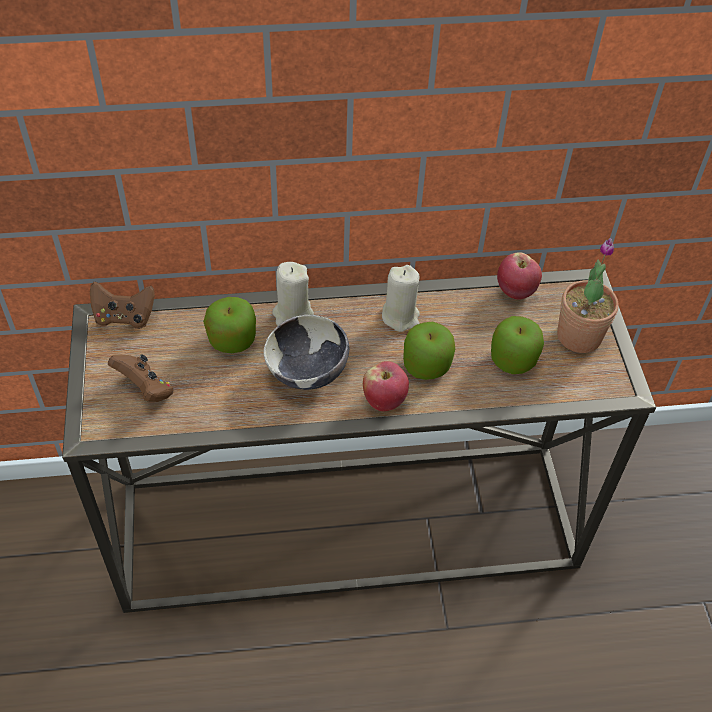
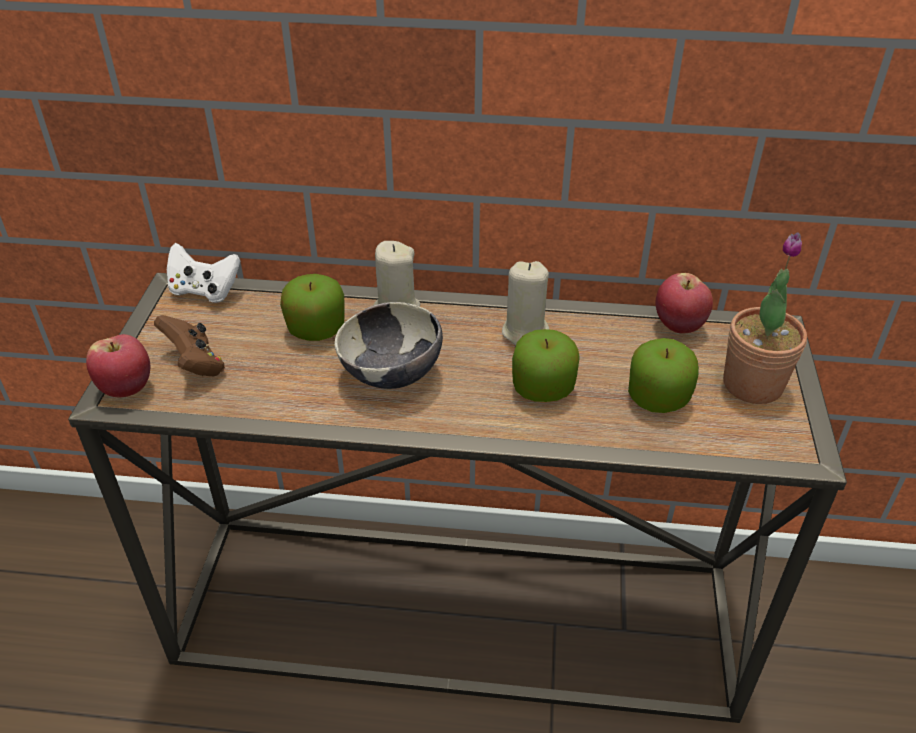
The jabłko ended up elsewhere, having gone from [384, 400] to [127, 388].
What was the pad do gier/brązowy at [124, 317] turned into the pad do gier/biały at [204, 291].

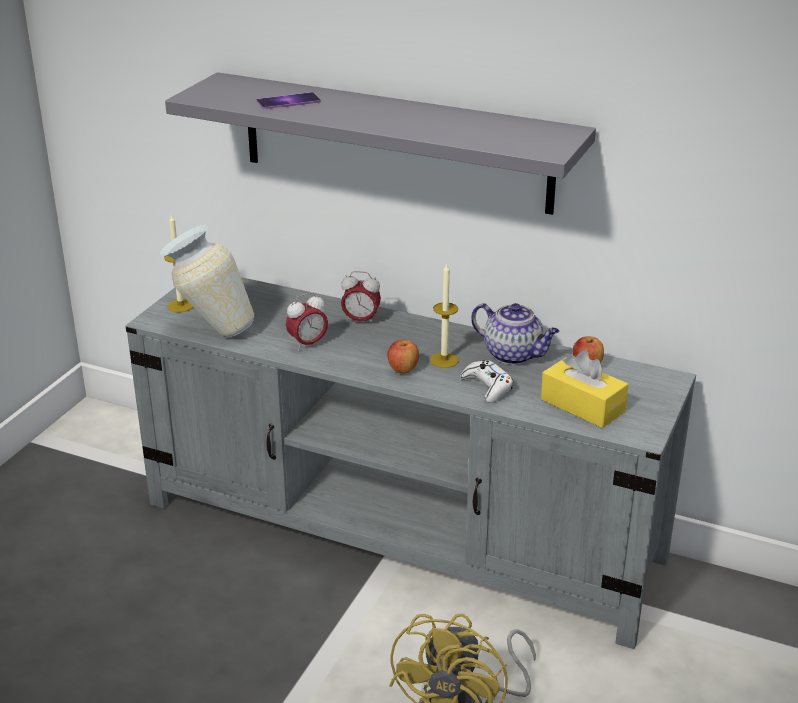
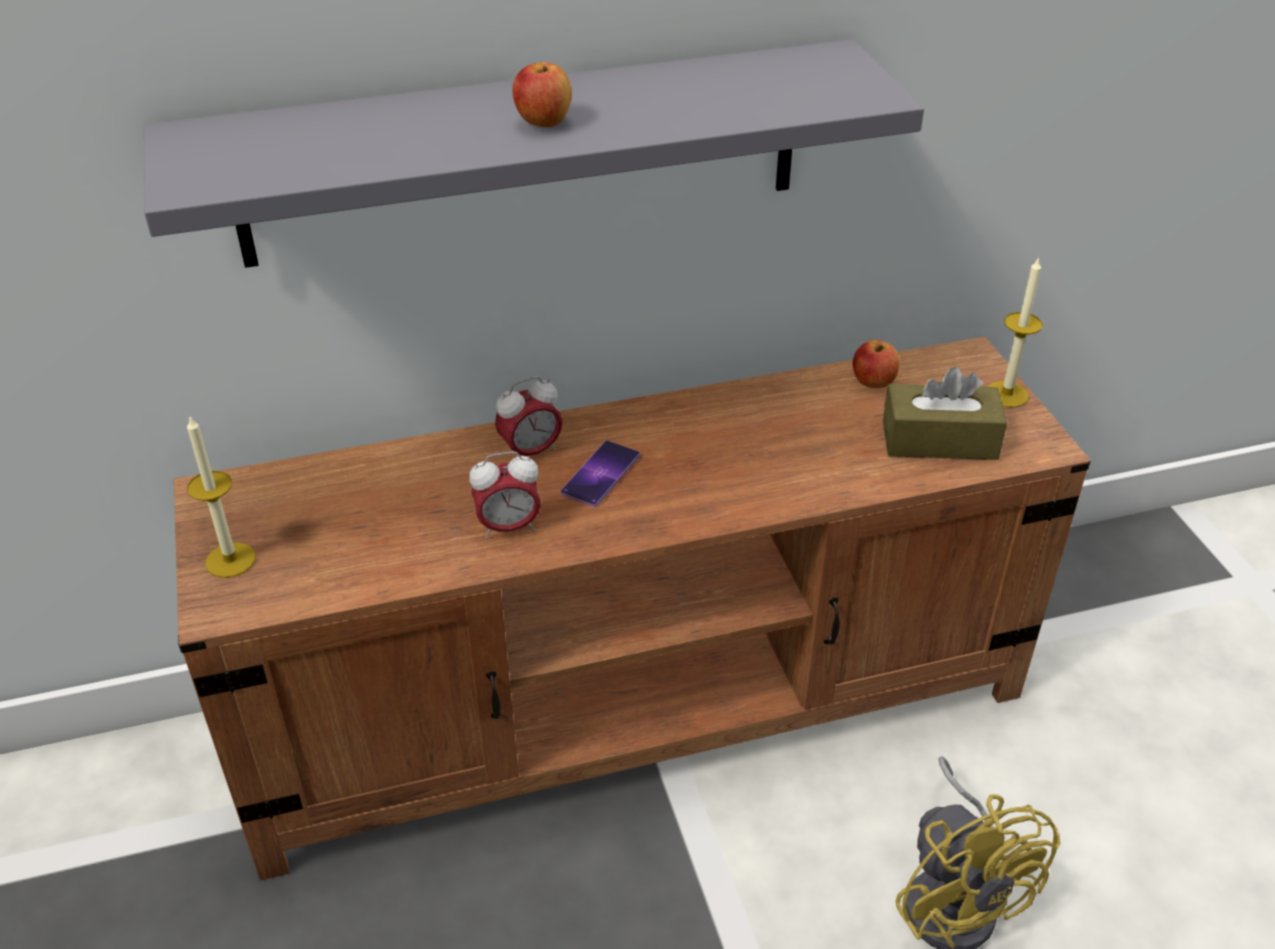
What was the szafka pod telewizor/szary at [402, 532] turned into the szafka pod telewizor/brązowy at [639, 706].
The budzik at [307, 344] ended up facing another way, 60 degrees clockwise from before.
The jabłko ended up elsewhere, having gone from [403, 370] to [543, 122].
The telefon ended up elsewhere, having gone from [288, 101] to [600, 474].
What was the pudełko chusteczek/żółty at [582, 405] turned into the pudełko chusteczek/brązowy at [939, 440].
The świeca ended up elsewhere, having gone from [444, 360] to [1006, 394].
The second view lost the wazon at [210, 330].
The second view lost the pad do gier/biały at [487, 387].
The second view lost the imbryk at [514, 355].

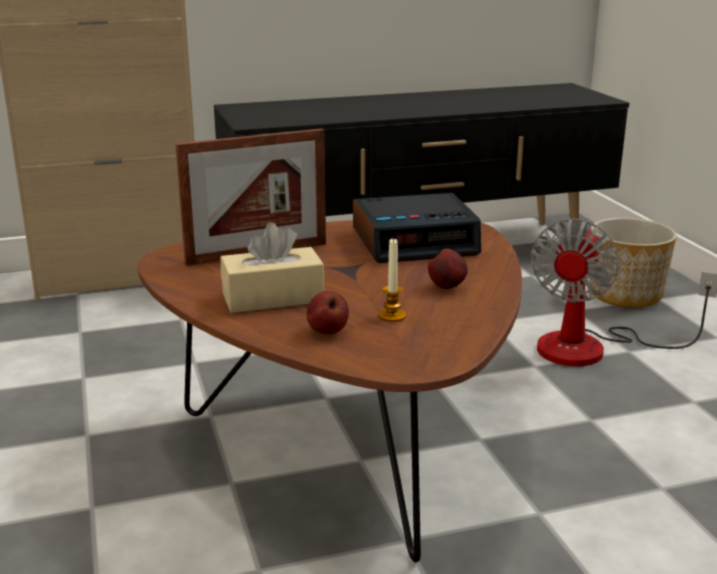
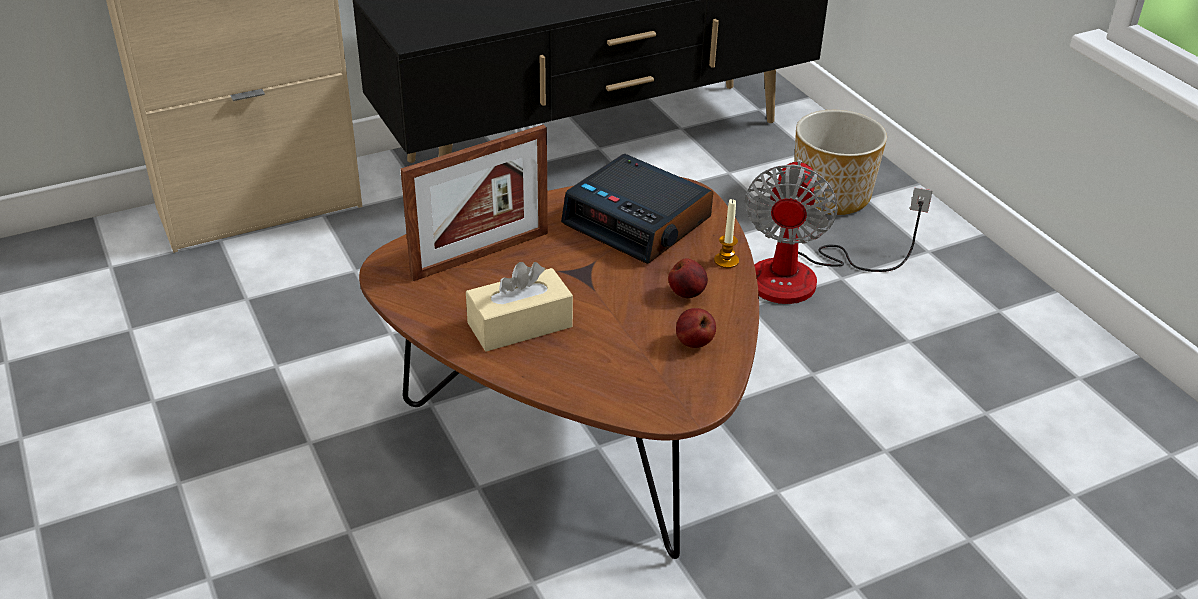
The budzik at [415, 241] ended up facing another way, 60 degrees clockwise from before.
The jabłko ended up elsewhere, having gone from [327, 332] to [693, 343].
The świeca ended up elsewhere, having gone from [392, 316] to [726, 261].

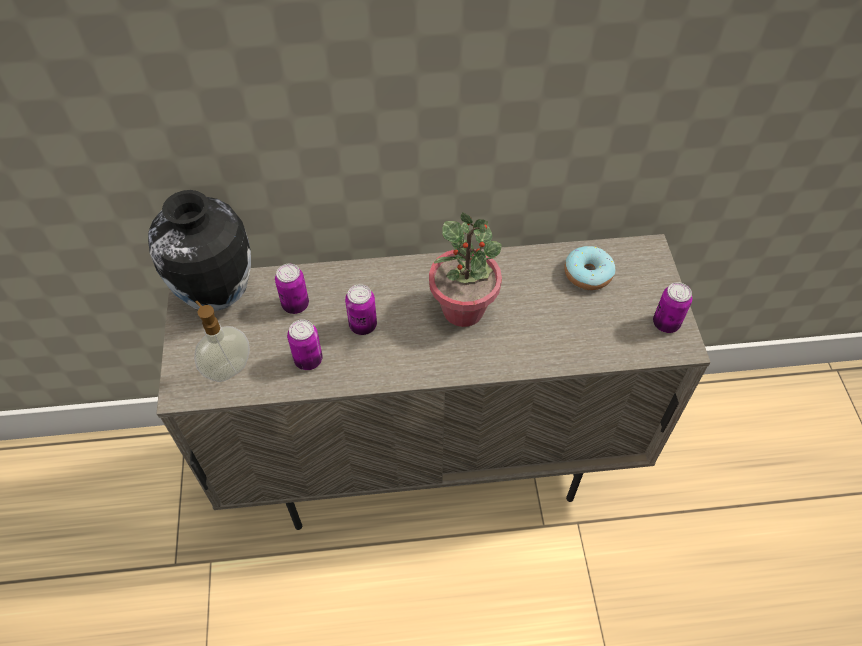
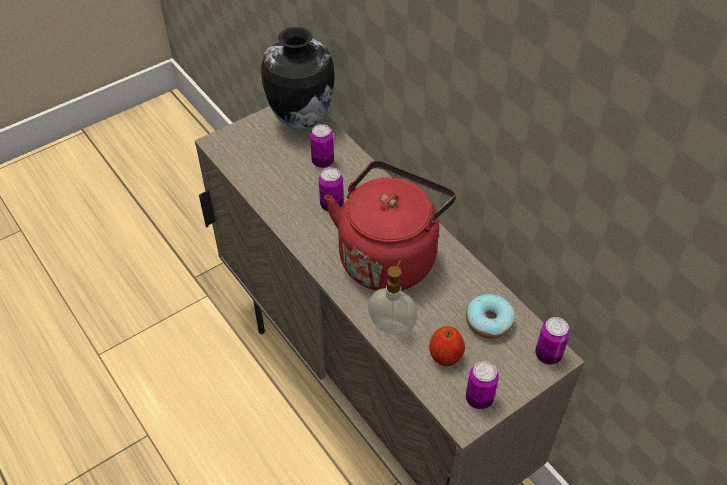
Where the roślina doniczkowa stood at [463, 309], the czajnik/czerwony came to stand at [389, 255].
The dozownik mydła ended up elsewhere, having gone from [228, 368] to [392, 326].
The second view gained the jabłko at [445, 356].
The puszka ended up elsewhere, having gone from [308, 360] to [548, 355].

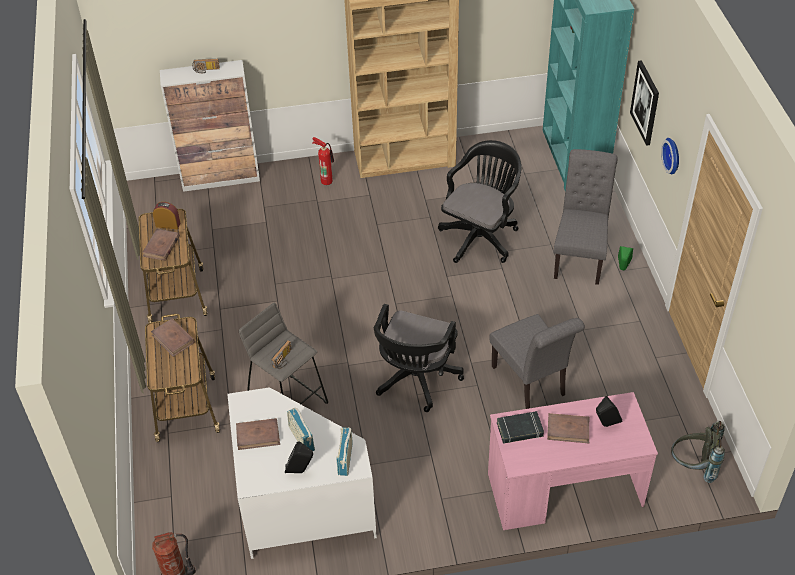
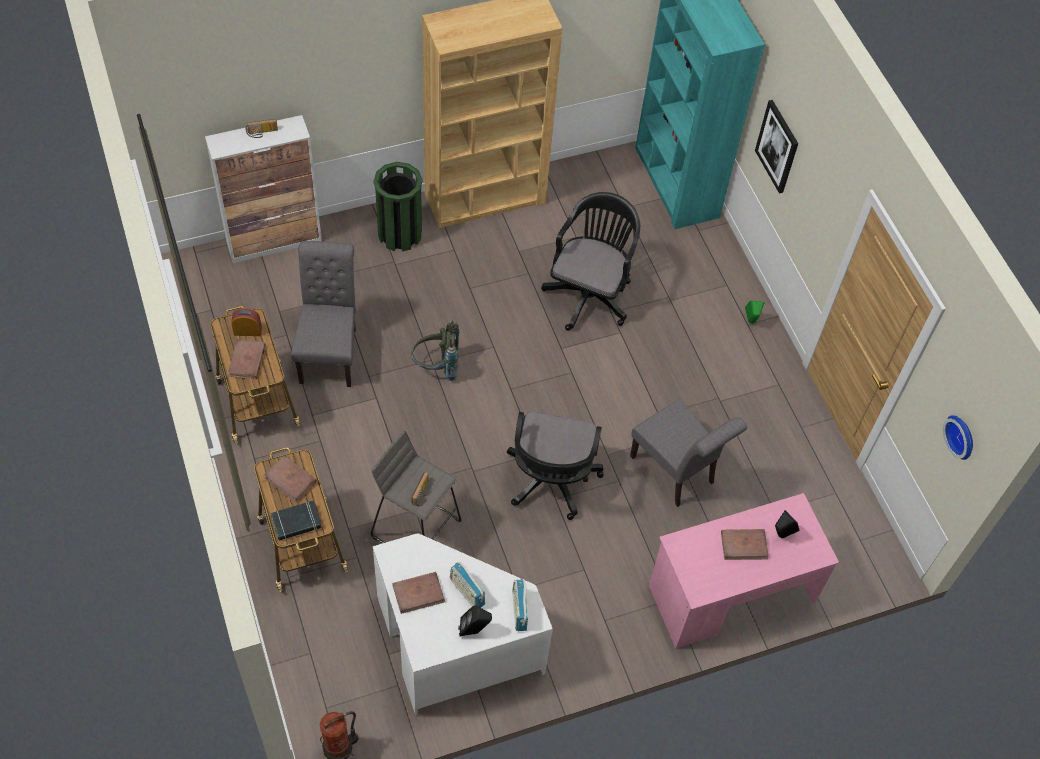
The książka/czarny ended up elsewhere, having gone from [520, 430] to [296, 522].
The krzesło/szary ended up elsewhere, having gone from [580, 256] to [330, 351].
Where the gaśnica stood at [326, 180], the kosz na śmieci/zielony came to stand at [400, 234].
The plecak/szary ended up elsewhere, having gone from [693, 467] to [436, 366].
The zegar ścienny ended up elsewhere, having gone from [673, 155] to [962, 436].

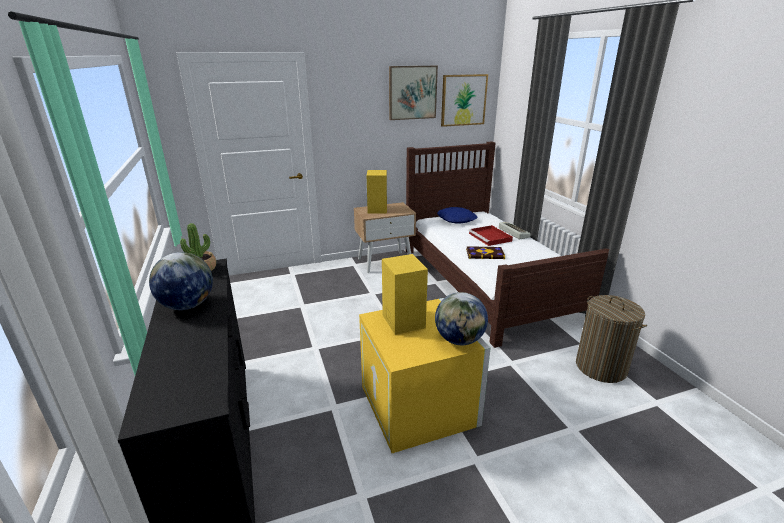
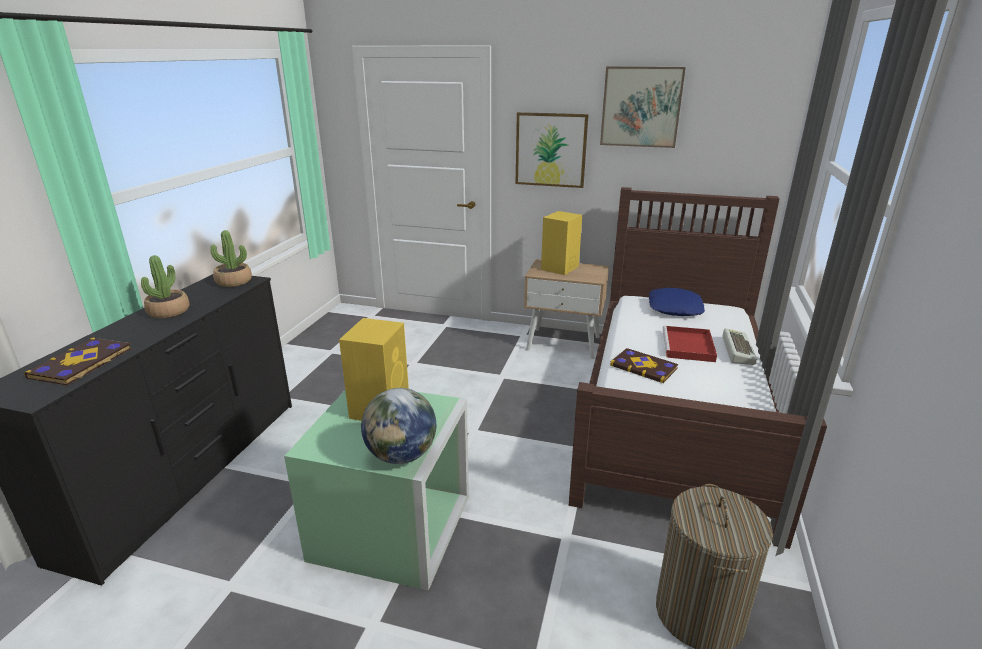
The second view gained the książka at [82, 363].
Where the globus stood at [187, 305], the roślina doniczkowa came to stand at [169, 311].
What was the pojemnik do przechowywania/żółty at [420, 406] turned into the pojemnik do przechowywania/zielony at [393, 528].
The obraz ended up elsewhere, having gone from [463, 100] to [551, 150].

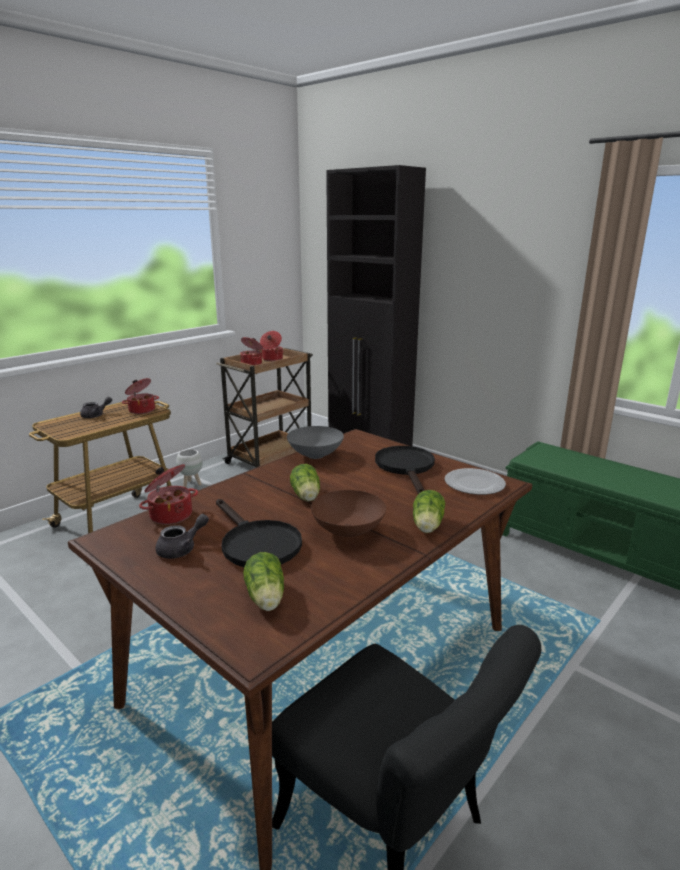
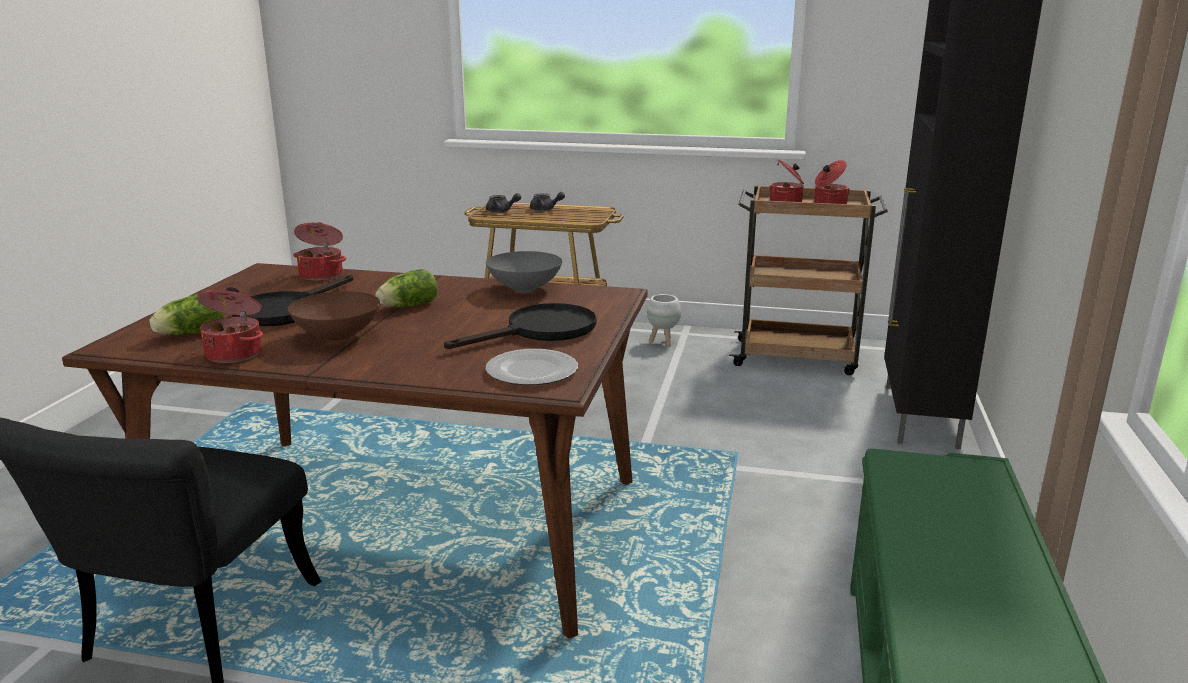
The garnek ended up elsewhere, having gone from [142, 410] to [235, 353].
The imbryk/szary ended up elsewhere, having gone from [182, 549] to [501, 211].
The second view lost the sałata at [427, 526].

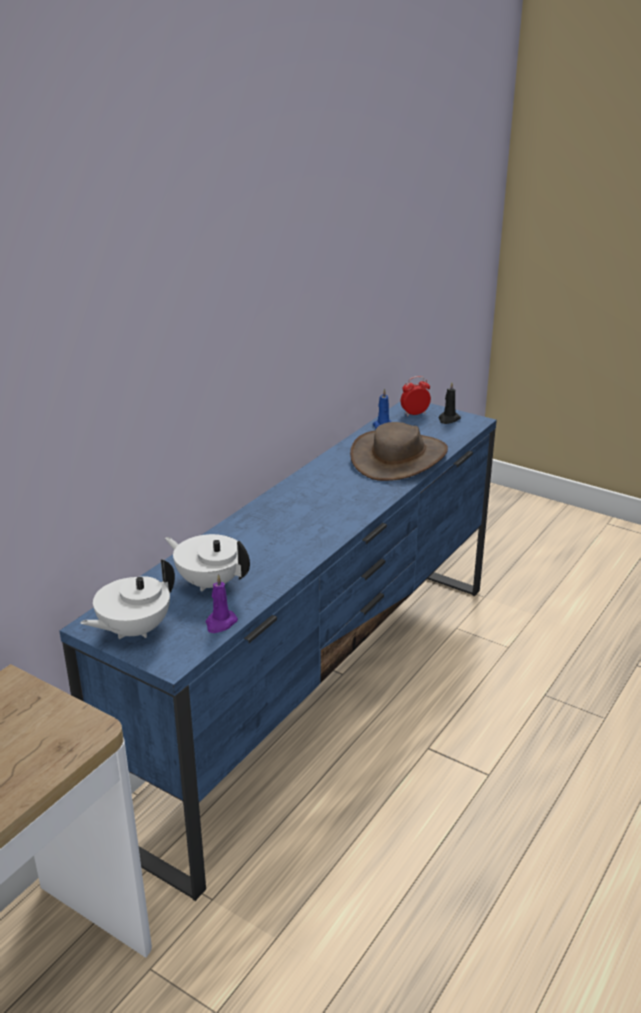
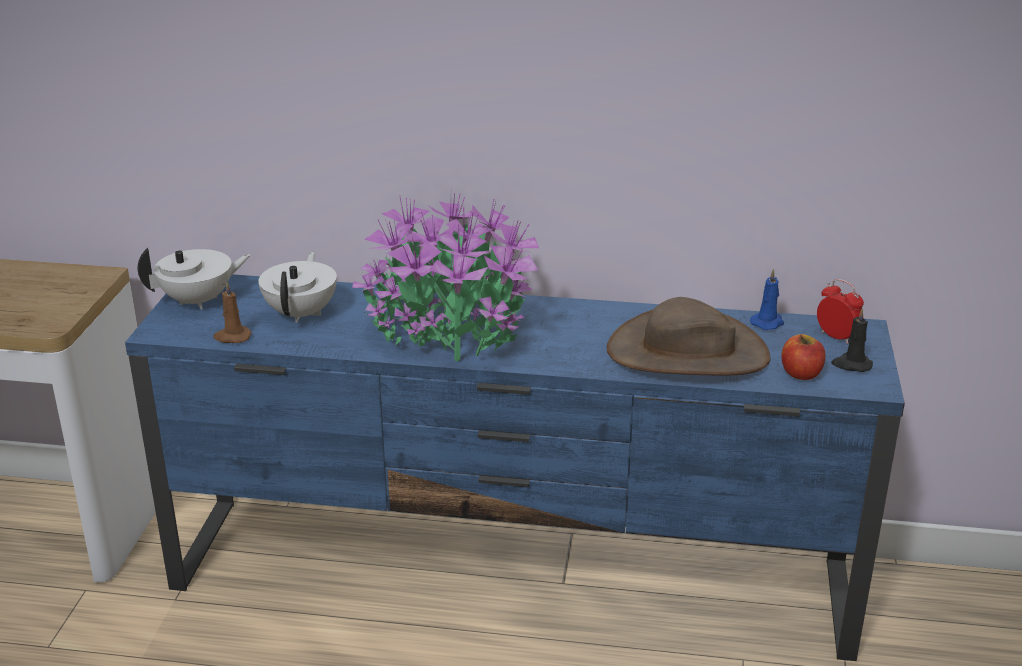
The imbryk/biały at [133, 630] ended up facing another way, 135 degrees clockwise from before.
What was the świeca/fioletowy at [220, 623] turned into the świeca/brązowy at [232, 337].
The second view gained the roślina doniczkowa at [450, 330].
The second view gained the jabłko at [801, 374].

